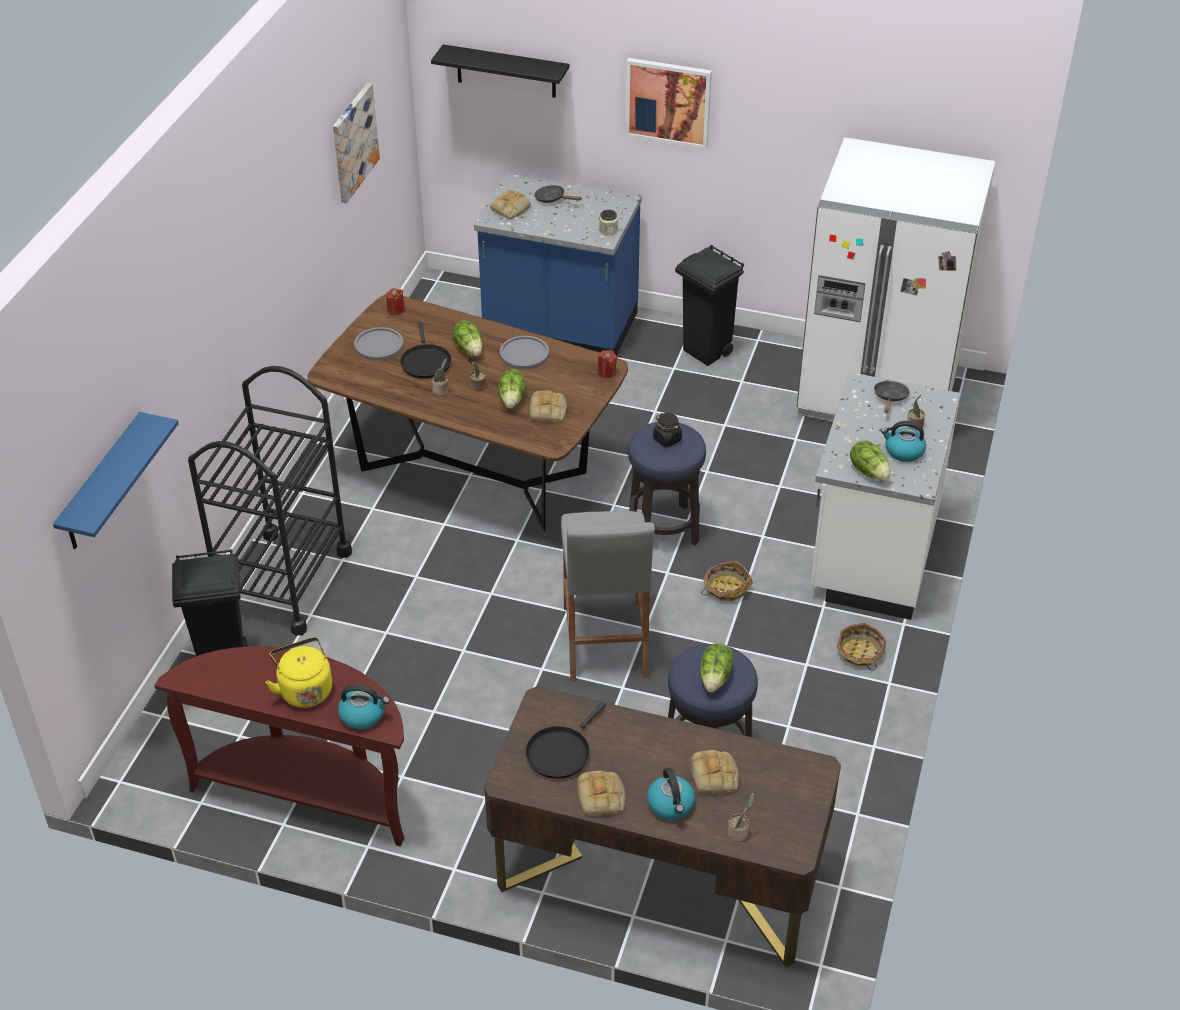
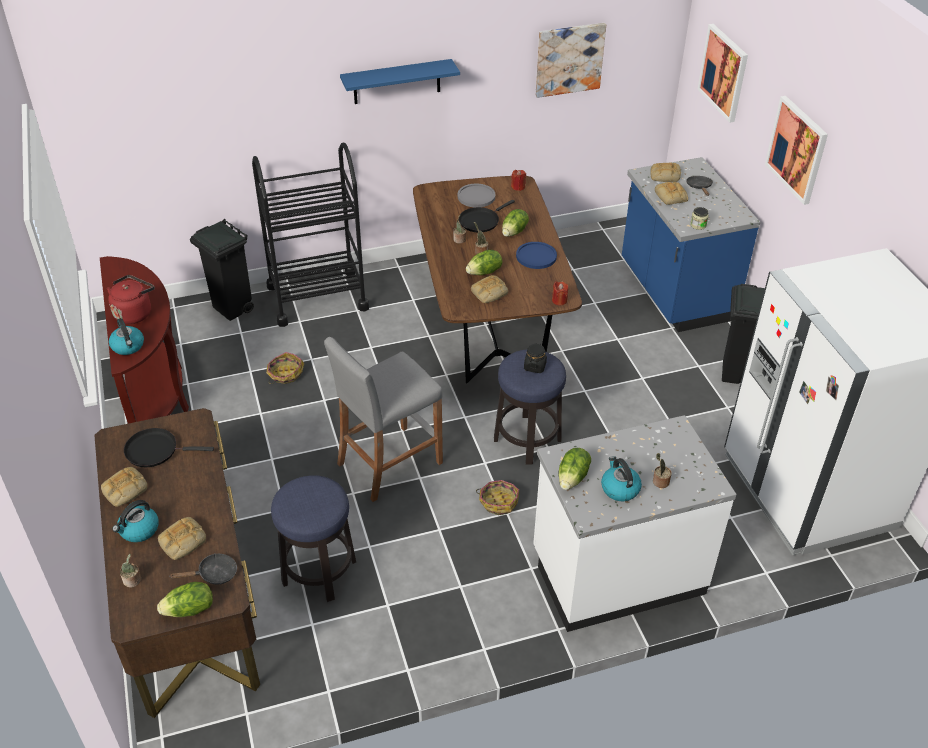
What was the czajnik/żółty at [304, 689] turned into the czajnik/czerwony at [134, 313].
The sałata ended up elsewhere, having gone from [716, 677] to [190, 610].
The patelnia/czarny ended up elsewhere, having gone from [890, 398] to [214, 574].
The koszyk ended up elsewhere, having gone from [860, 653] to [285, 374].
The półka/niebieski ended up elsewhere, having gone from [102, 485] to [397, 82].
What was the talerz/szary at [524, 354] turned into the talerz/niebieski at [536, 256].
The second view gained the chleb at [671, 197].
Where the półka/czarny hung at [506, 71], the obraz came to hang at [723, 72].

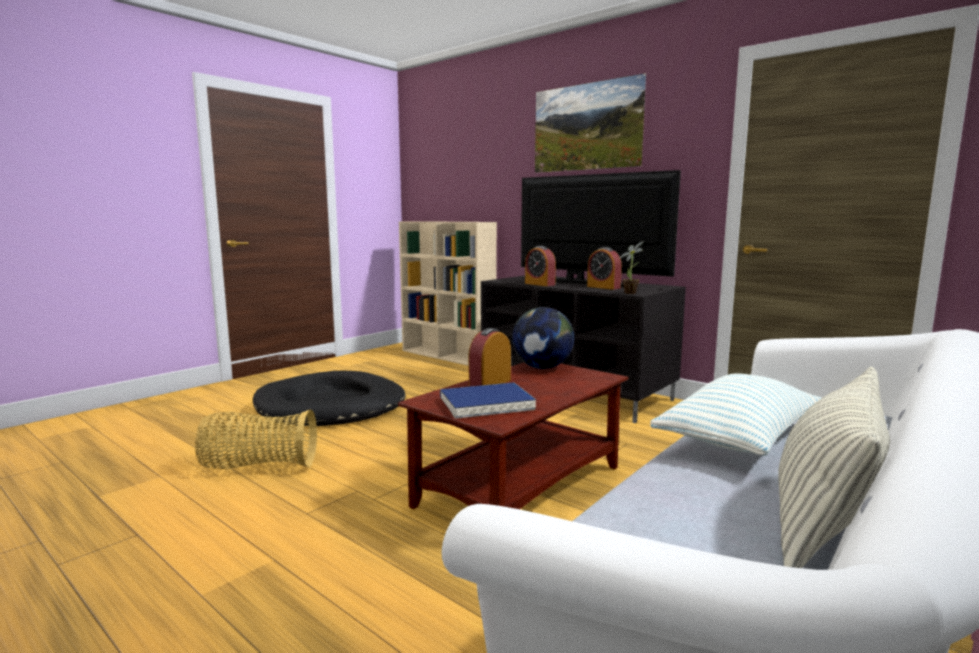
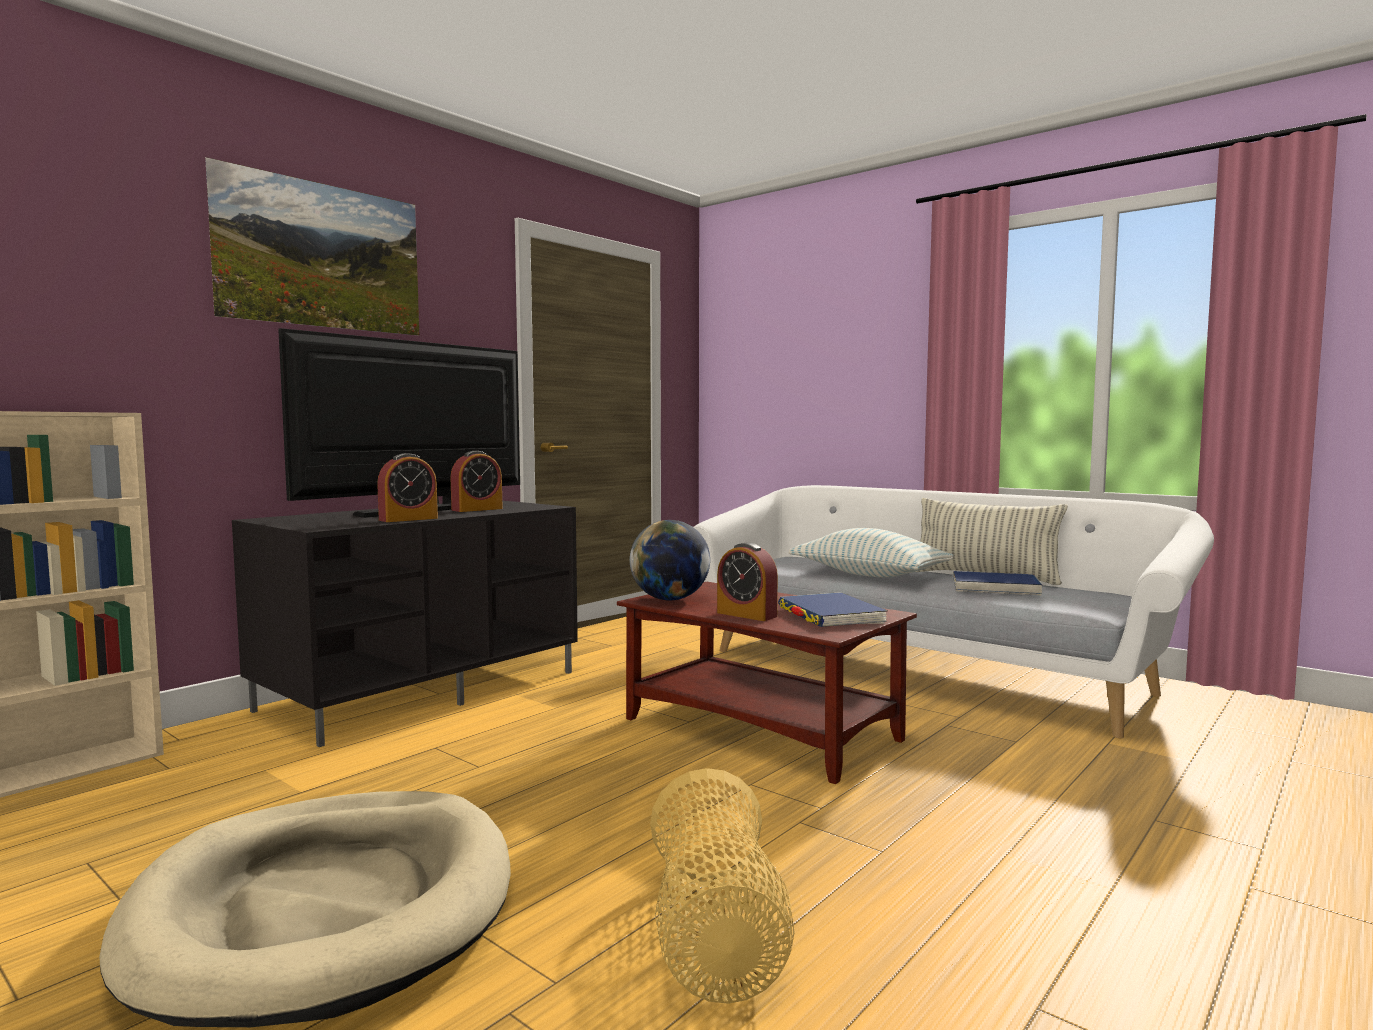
What was the legowisko/czarny at [331, 406] turned into the legowisko/beżowy at [326, 908].
The second view gained the książka/niebieski at [995, 587].
The second view lost the roślina doniczkowa at [631, 293].

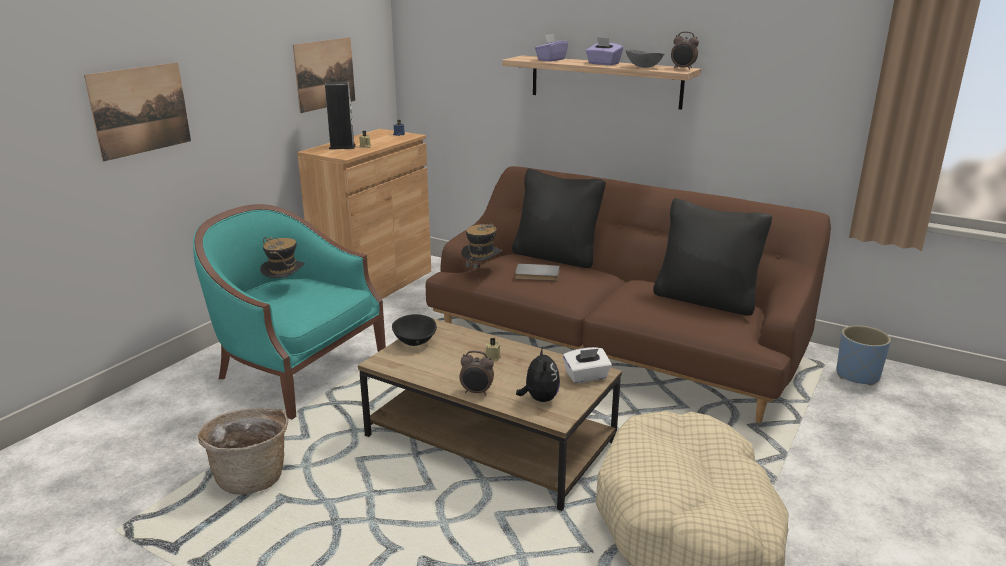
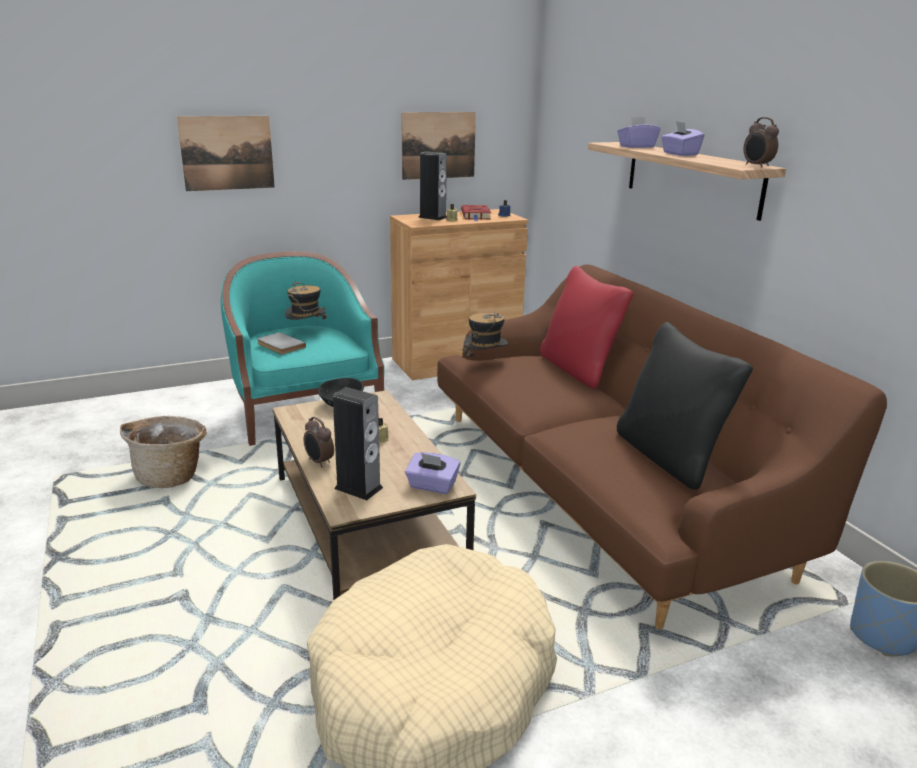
The książka/szary ended up elsewhere, having gone from [537, 275] to [279, 346].
Where the pluszak stood at [539, 399], the głośnik came to stand at [358, 488].
What was the pudełko chusteczek/biały at [586, 376] turned into the pudełko chusteczek/fioletowy at [432, 486].
The second view gained the książka/czerwony at [476, 216].
What was the poduszka/czarny at [556, 256] turned into the poduszka/czerwony at [579, 369].
The second view lost the miska/szary at [643, 67].

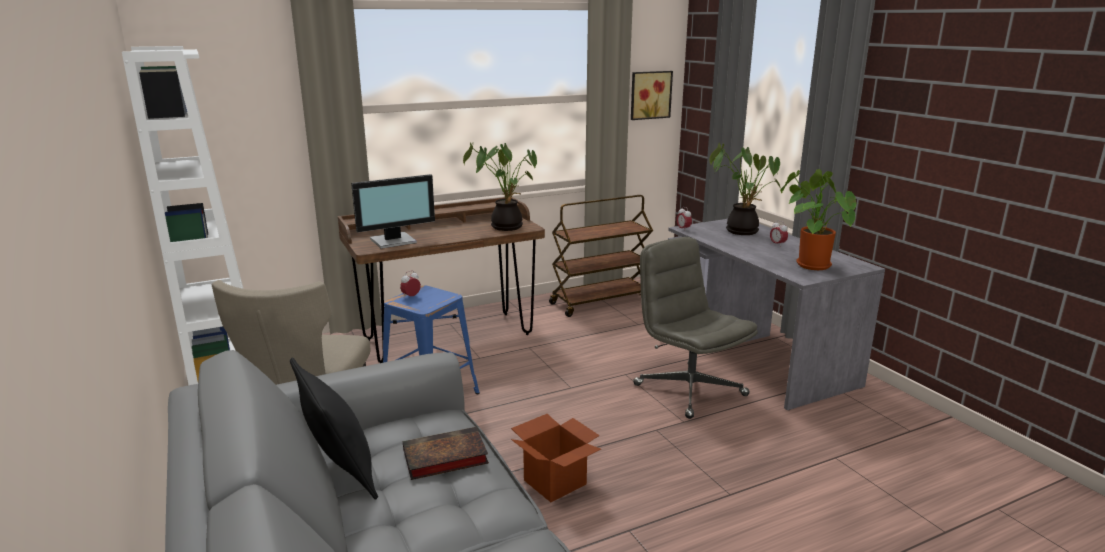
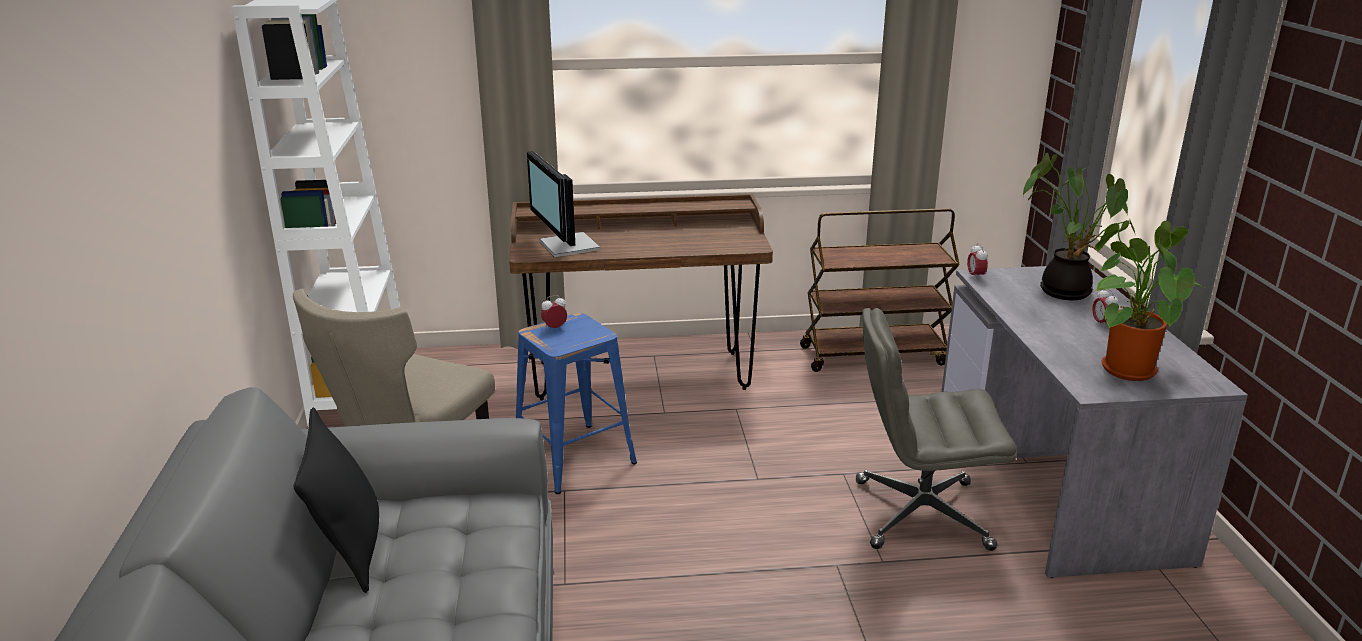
The monitor at [394, 241] ended up facing another way, 75 degrees clockwise from before.
The krzesło biurowe/szary at [688, 389] ended up facing another way, 75 degrees counterclockwise from before.
The second view lost the książka at [443, 458].
The second view lost the roślina doniczkowa at [505, 226].
The second view lost the karton at [555, 482].
The second view lost the obraz at [649, 95].

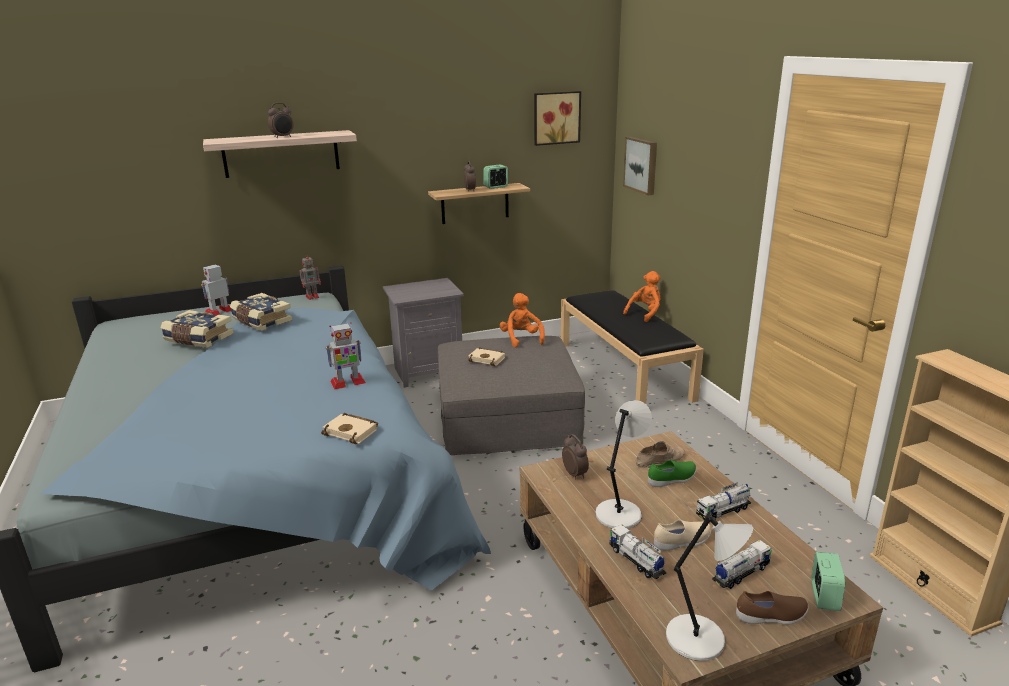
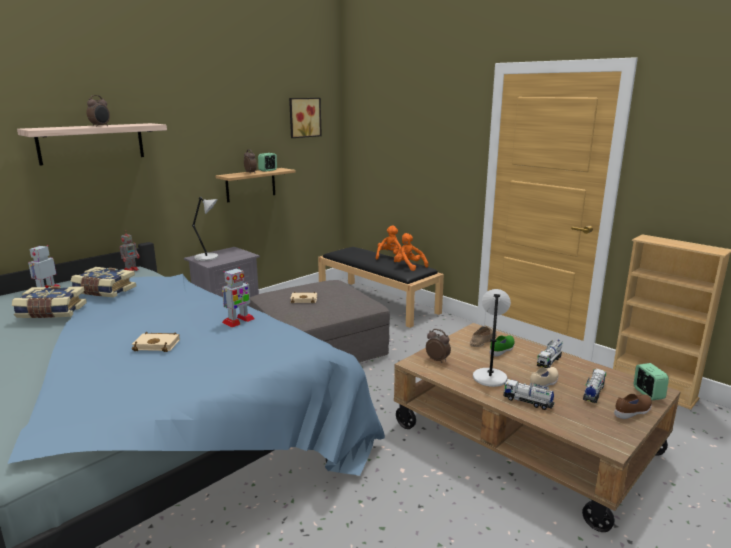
The książka/beżowy ended up elsewhere, having gone from [352, 432] to [158, 345].
The lampa stołowa/szary ended up elsewhere, having gone from [699, 639] to [208, 257].
The pluszak/pomarańczowy ended up elsewhere, having gone from [521, 339] to [409, 266].
The second view lost the obraz at [642, 165].

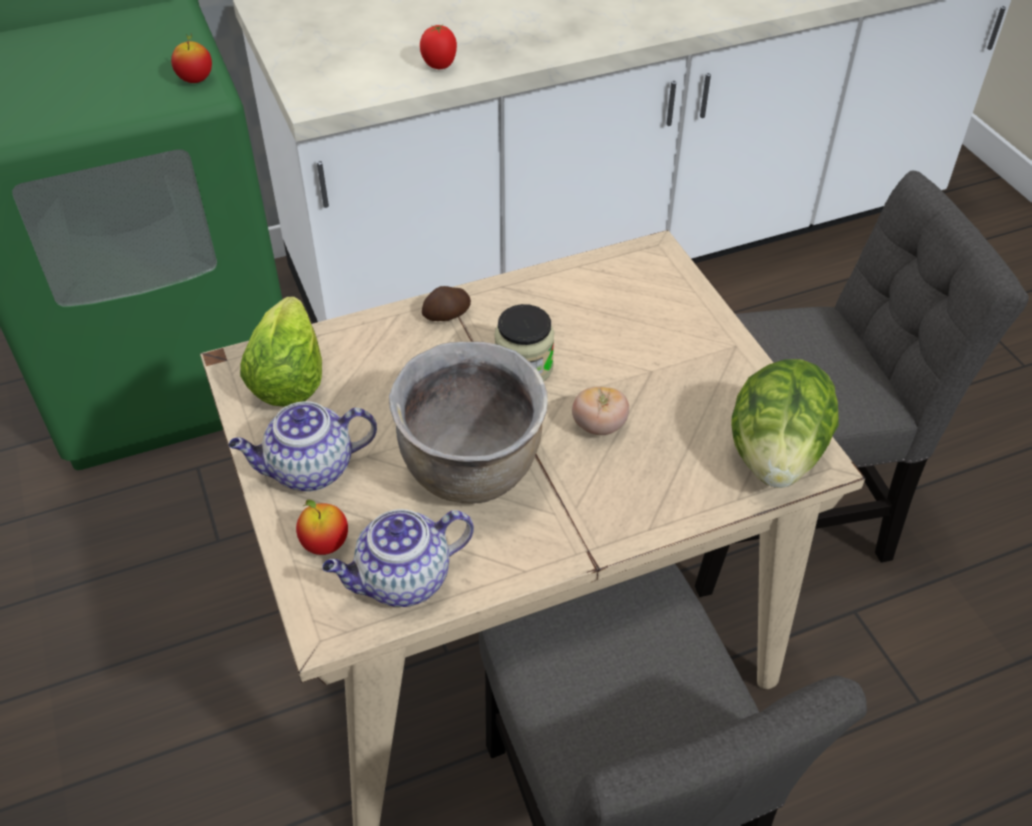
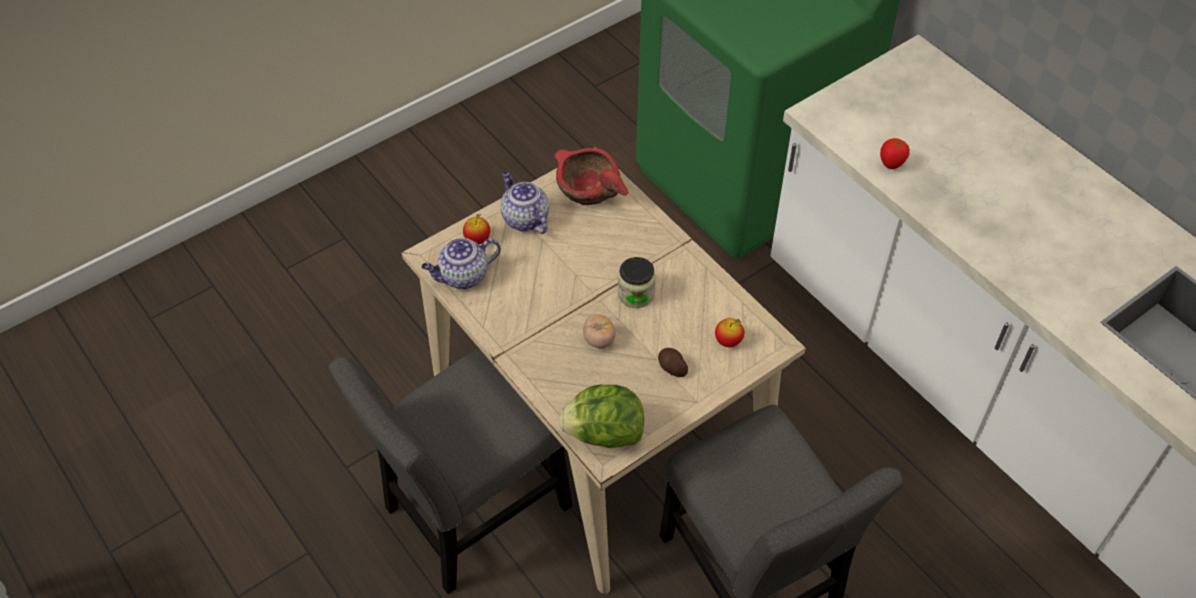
The imbryk at [402, 581] ended up facing another way, 75 degrees counterclockwise from before.
Where the sałata stood at [288, 379], the miska/czerwony came to stand at [588, 189].
The ziemniak ended up elsewhere, having gone from [447, 315] to [671, 368].
The jabłko ended up elsewhere, having gone from [196, 80] to [728, 341].
The second view lost the garnek/brązowy at [472, 470].

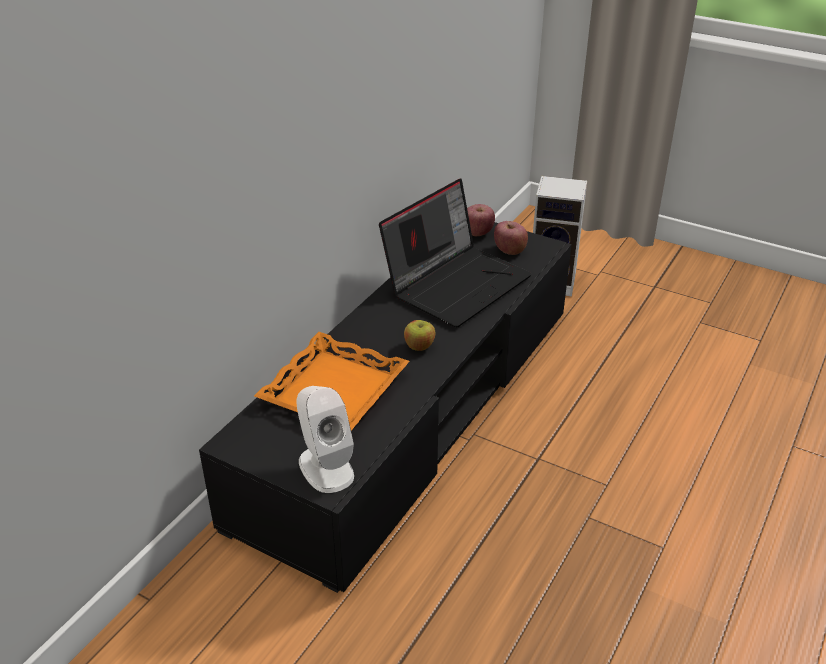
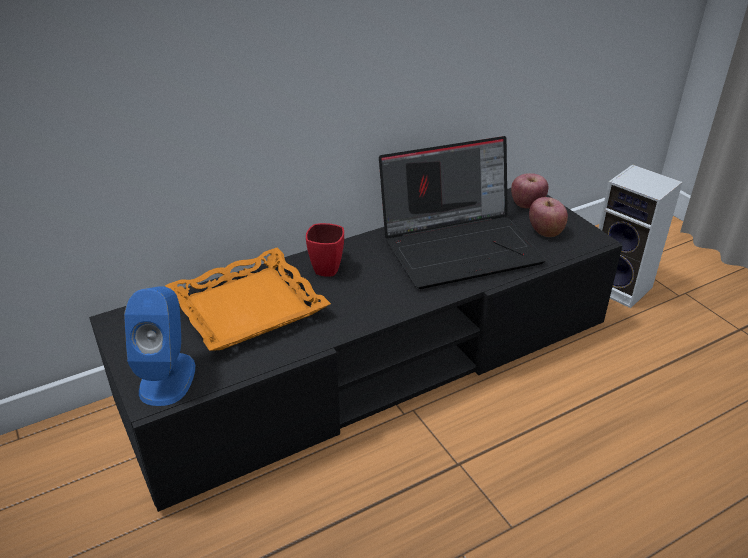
What was the głośnik/biały at [325, 467] turned into the głośnik/niebieski at [167, 378].
The second view gained the kubek/czerwony at [328, 266].
The second view lost the jabłko at [419, 346].

